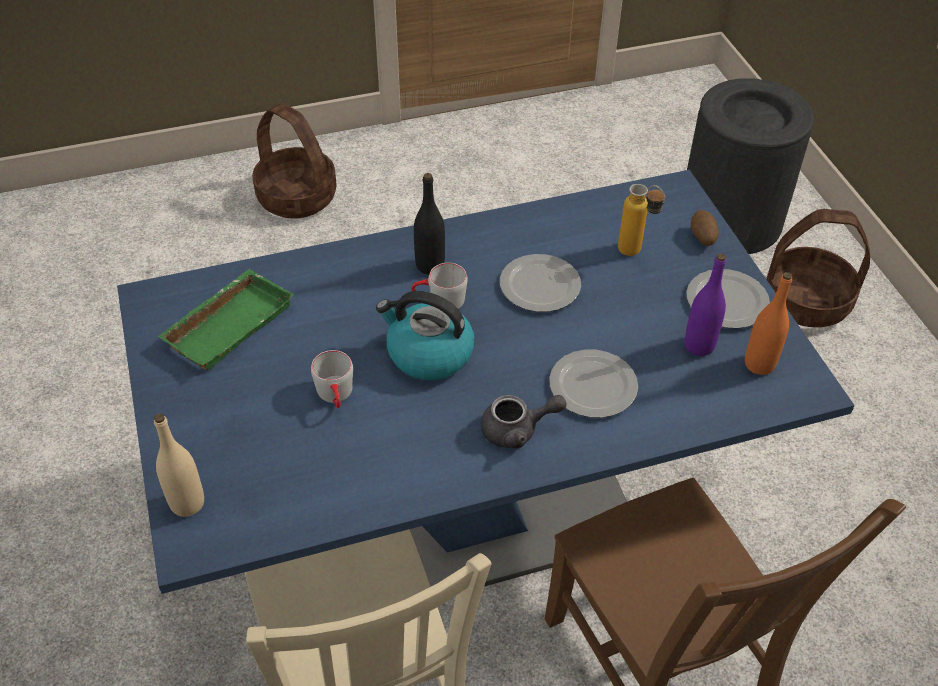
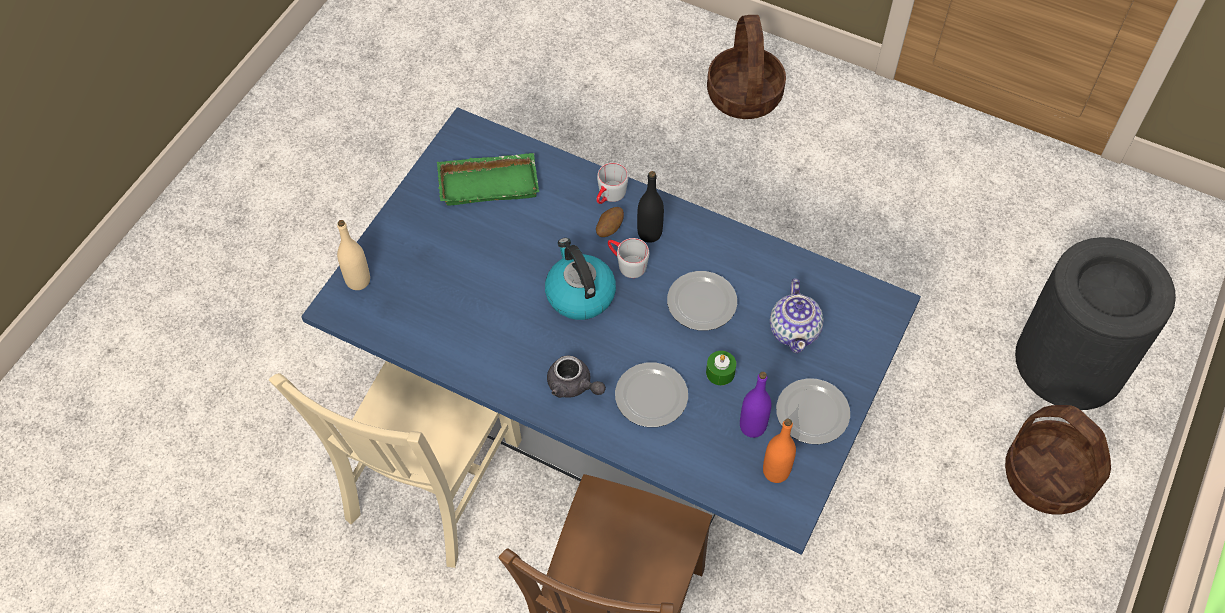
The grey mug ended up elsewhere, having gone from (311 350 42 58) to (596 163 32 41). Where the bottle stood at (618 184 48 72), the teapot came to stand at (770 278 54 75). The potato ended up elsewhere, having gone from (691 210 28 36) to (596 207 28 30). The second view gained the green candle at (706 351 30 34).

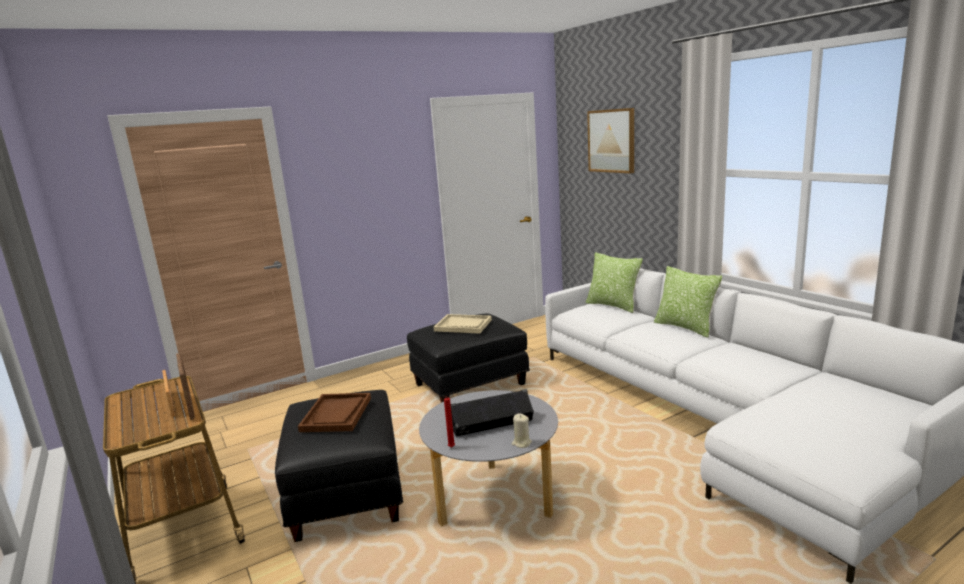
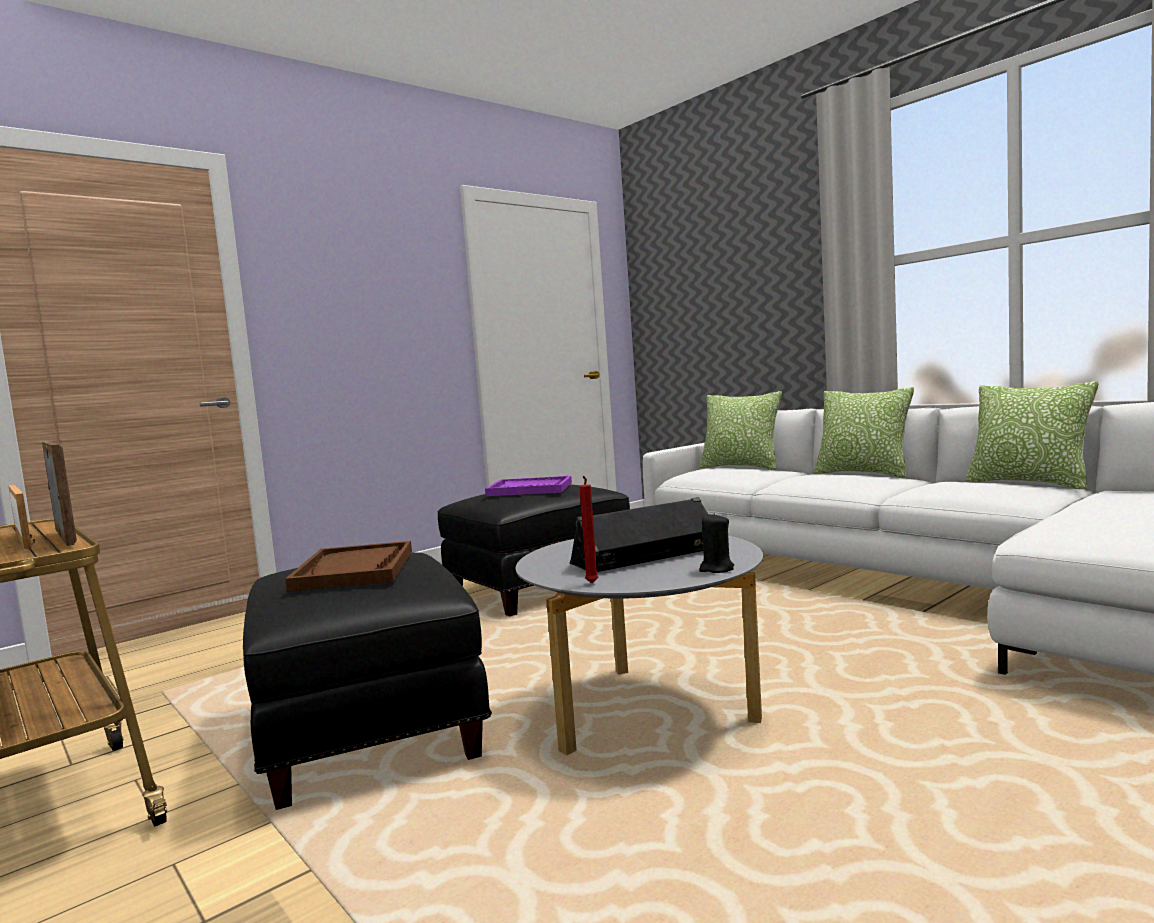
What was the beige tray at (434 314 58 20) turned into the purple tray at (485 476 87 20). What was the beige candle at (512 413 20 35) turned into the black candle at (699 512 35 61). The second view lost the picture at (587 108 47 65). The second view gained the pillow at (965 381 134 109).

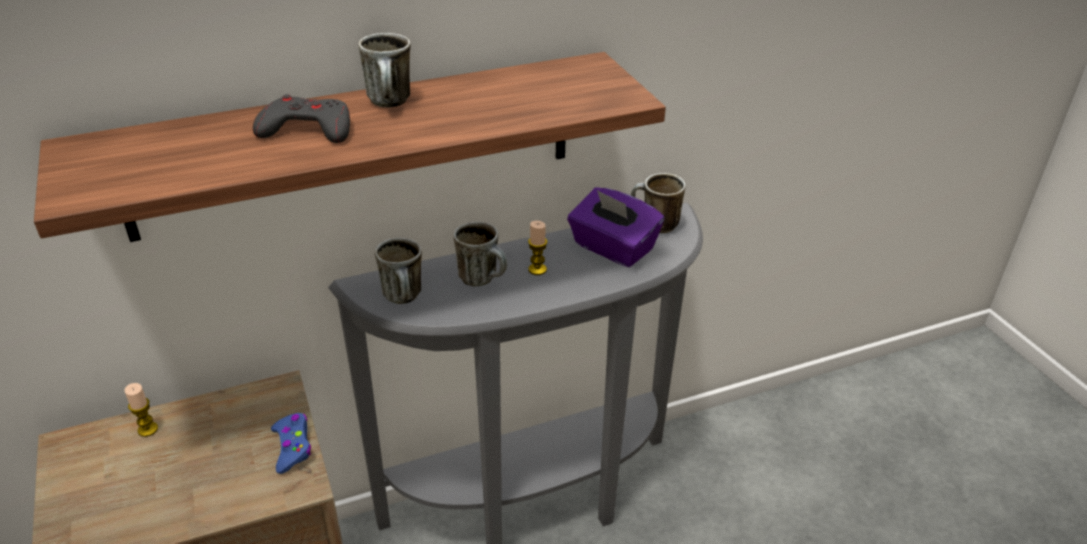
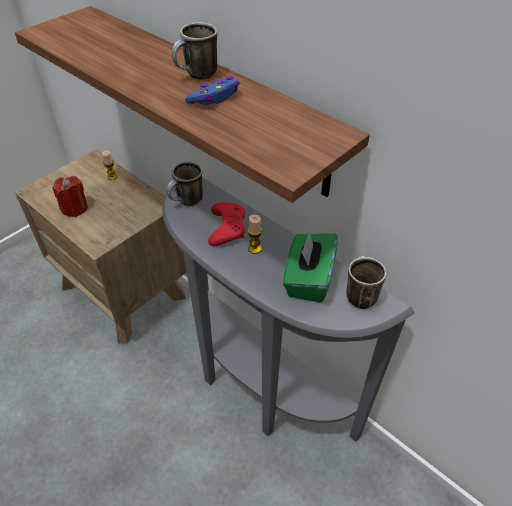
The second view lost the grey game controller at (253 94 97 49). The blue game controller ended up elsewhere, having gone from (271 413 40 61) to (185 76 55 29). Where the mug stood at (454 222 53 64), the red game controller came to stand at (208 202 37 44). What was the purple tissue box at (567 188 97 79) turned into the green tissue box at (283 231 55 72). The second view gained the red candle at (53 176 35 41).

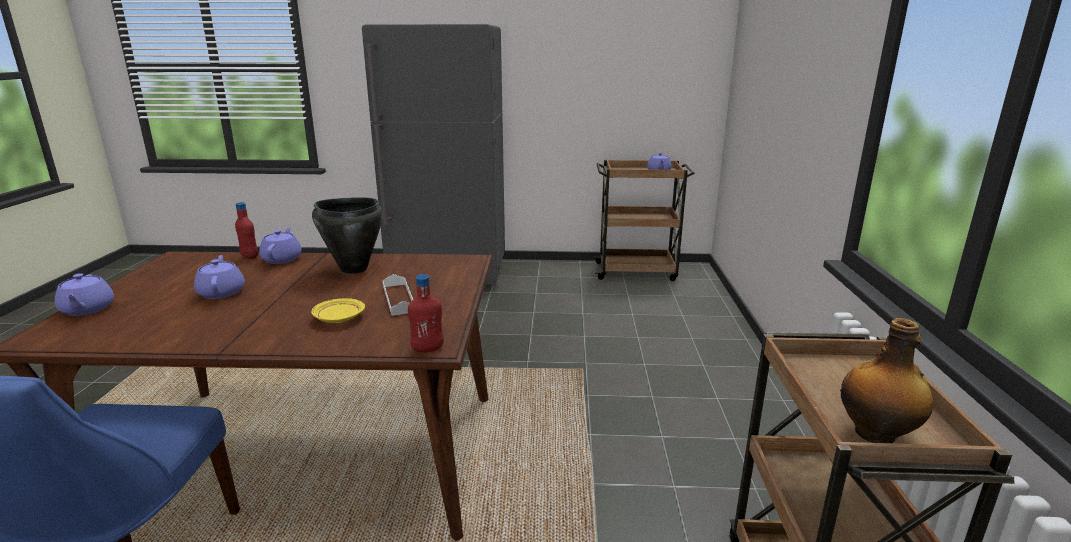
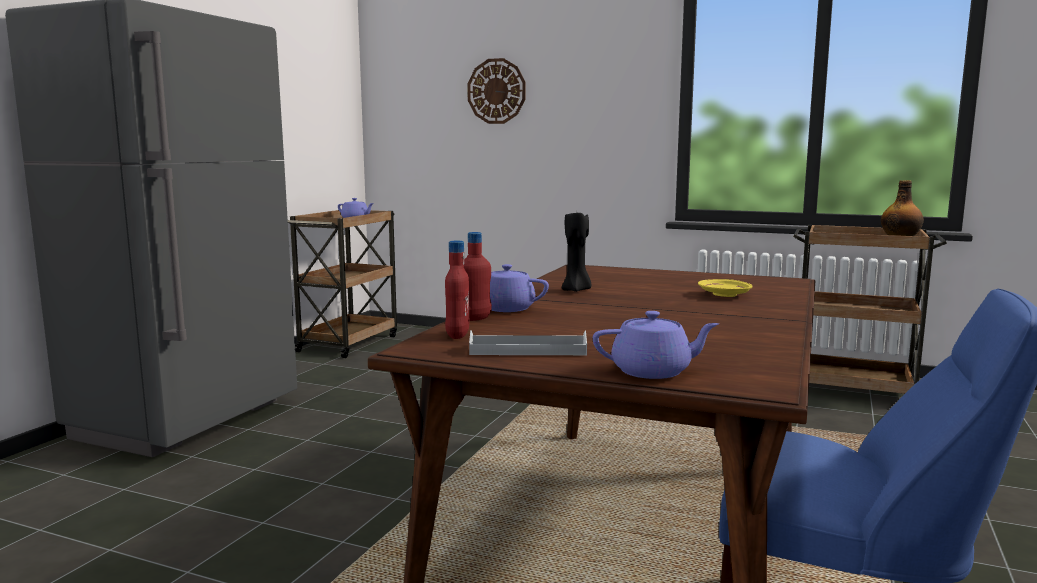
The second view lost the purple teapot at (194 255 51 44). Where the black cooking pot stood at (312 197 71 77), the black candle came to stand at (562 213 29 79). The white tray ended up elsewhere, having gone from (383 274 30 42) to (469 330 118 25). The red bottle ended up elsewhere, having gone from (408 274 36 79) to (445 241 24 98). The second view gained the wall clock at (467 58 58 66).

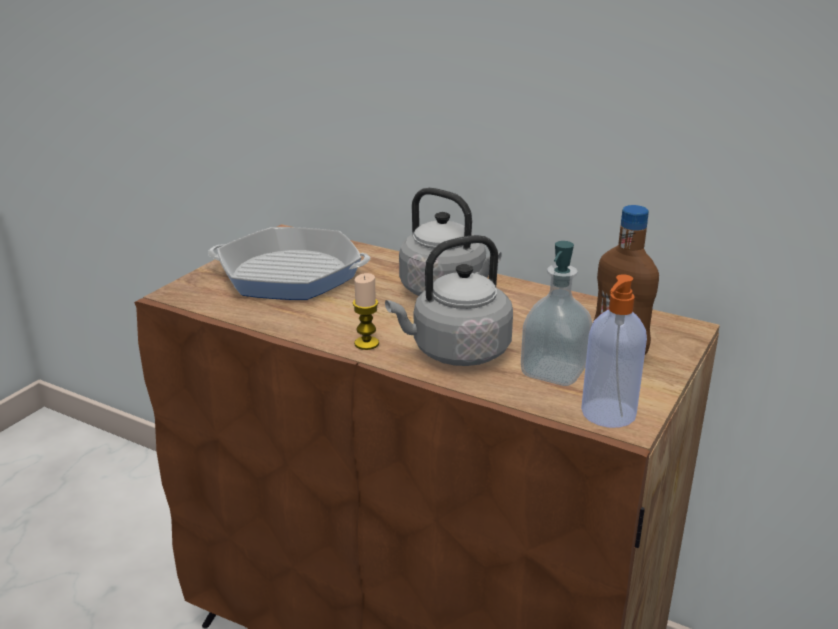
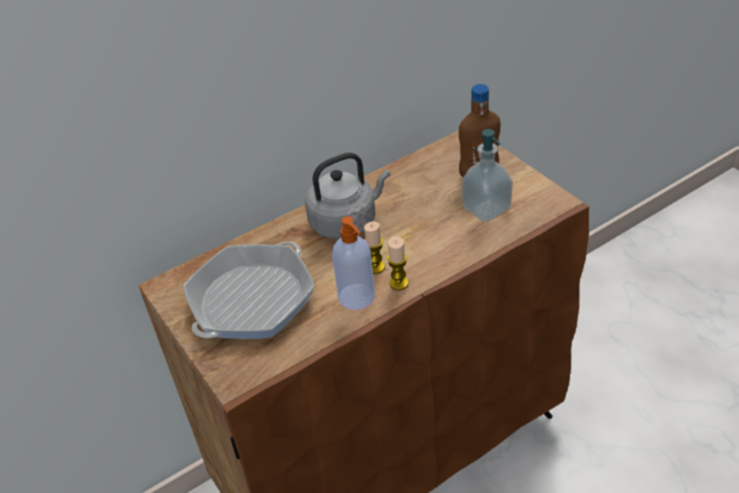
The second view lost the grey kettle at (385 235 128 131). The soap dispenser ended up elsewhere, having gone from (581 274 66 154) to (332 216 43 94). The second view gained the candle at (364 222 21 52).

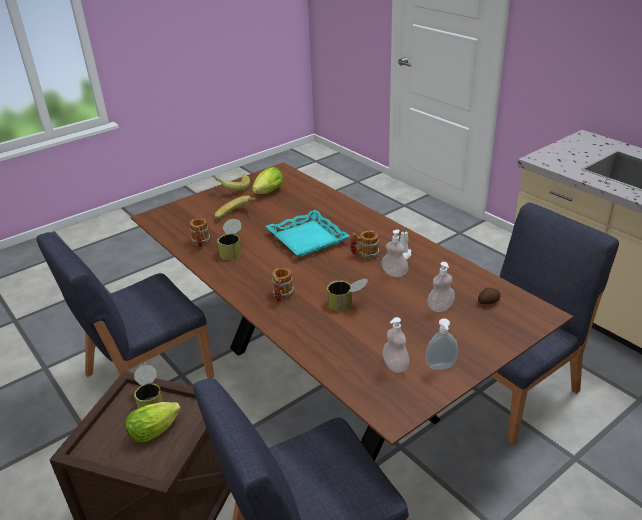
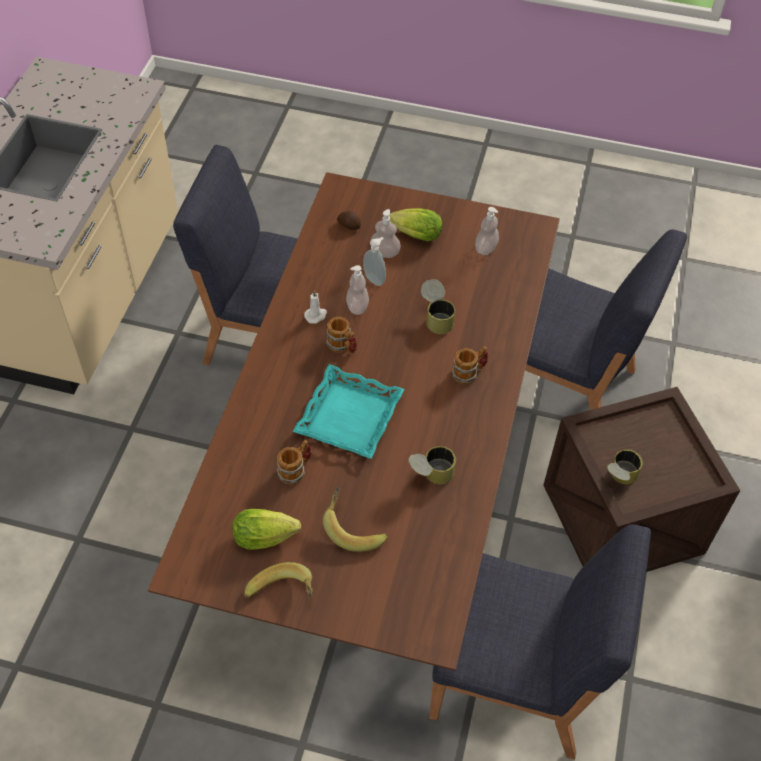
The lettuce ended up elsewhere, having gone from (125 402 56 41) to (389 208 53 33). The mug ended up elsewhere, having gone from (190 218 20 30) to (277 440 34 45). The soap dispenser ended up elsewhere, having gone from (426 318 32 52) to (363 237 23 49).

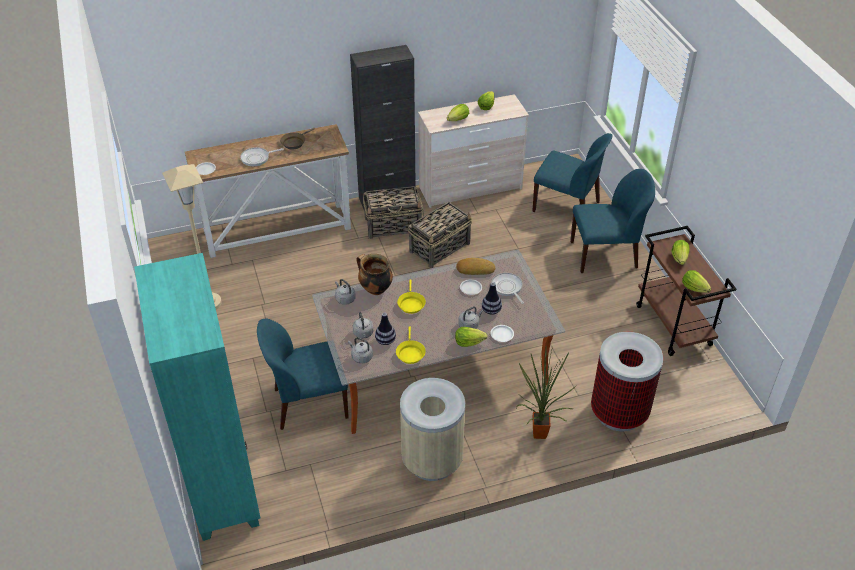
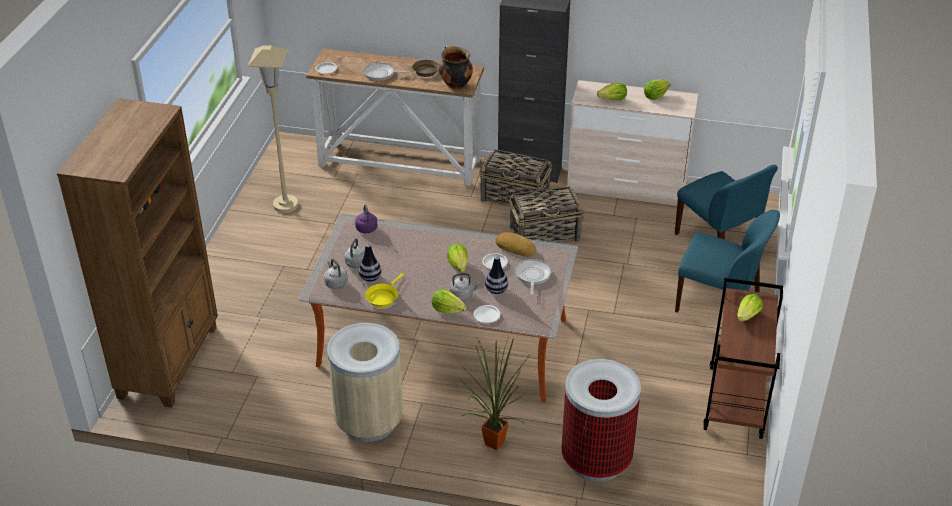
What was the turquoise bookcase at (134 253 126 288) turned into the brown bookcase at (57 98 161 310). The second view lost the blue chair at (257 318 92 112). What was the grey kettle at (335 279 21 26) turned into the purple kettle at (355 204 23 29). The cooking pot ended up elsewhere, having gone from (356 254 37 41) to (439 45 34 45). The second view lost the yellow frying pan at (397 279 29 35). The lettuce ended up elsewhere, having gone from (682 270 29 23) to (447 244 21 28).

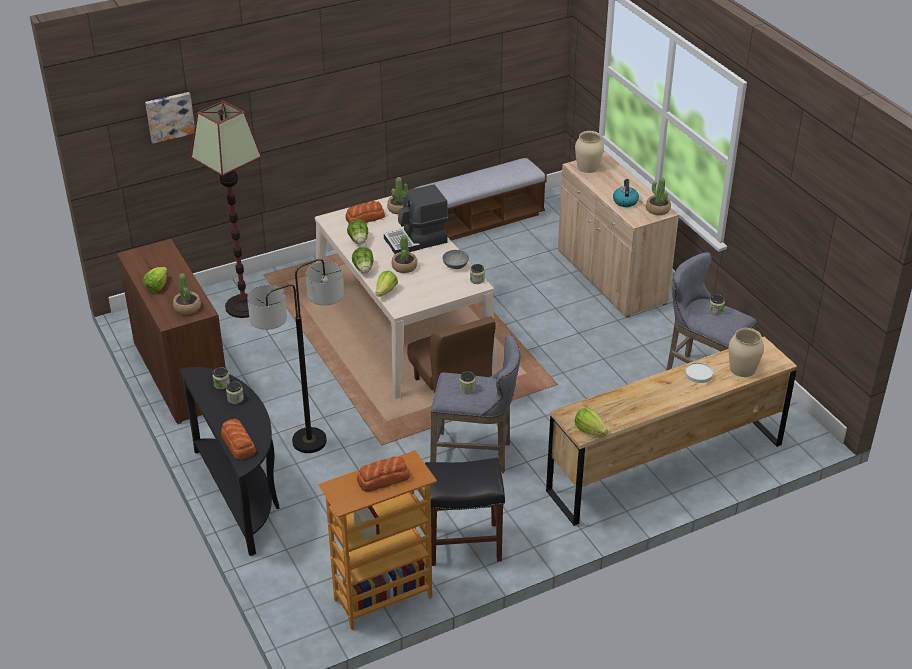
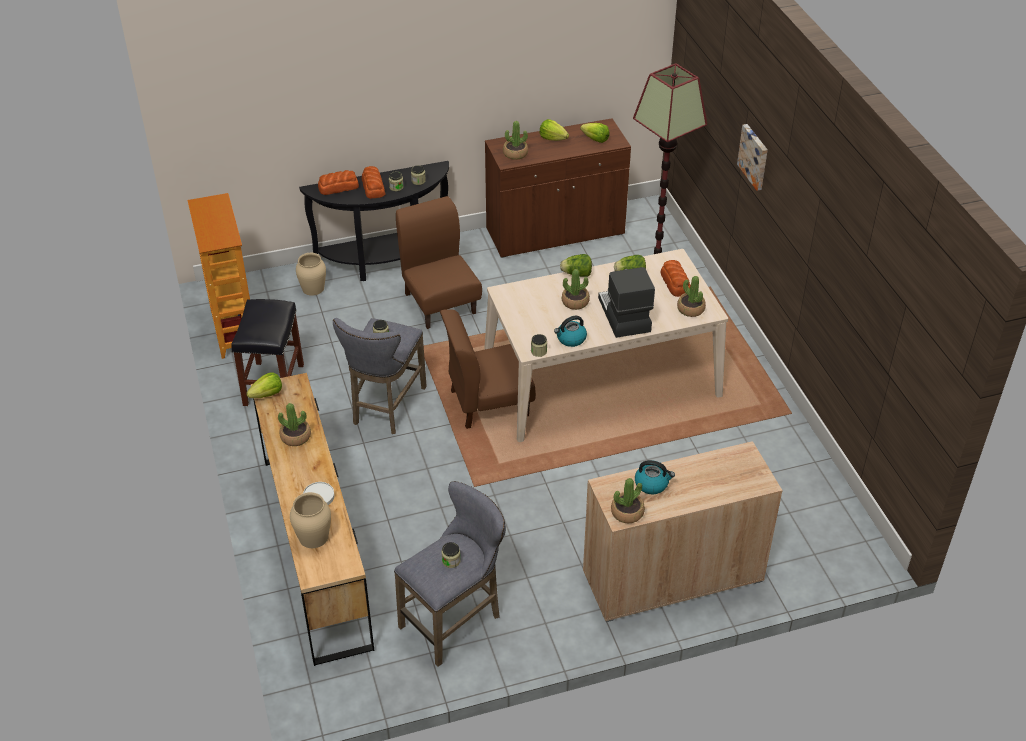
The picture ended up elsewhere, having gone from (145 92 50 52) to (737 124 31 67). Where the floor lamp stood at (247 259 97 194), the brown chair came to stand at (396 196 86 133). The bread ended up elsewhere, having gone from (357 457 53 35) to (362 166 23 33). The lettuce ended up elsewhere, having gone from (376 271 22 26) to (580 123 29 20). The second view lost the bench at (410 157 137 84). Where the grey bowl stood at (442 250 27 19), the kettle came to stand at (554 316 33 31). The beige vase ended up elsewhere, having gone from (575 131 29 42) to (296 253 30 43). The second view gained the potted plant at (278 403 33 43).

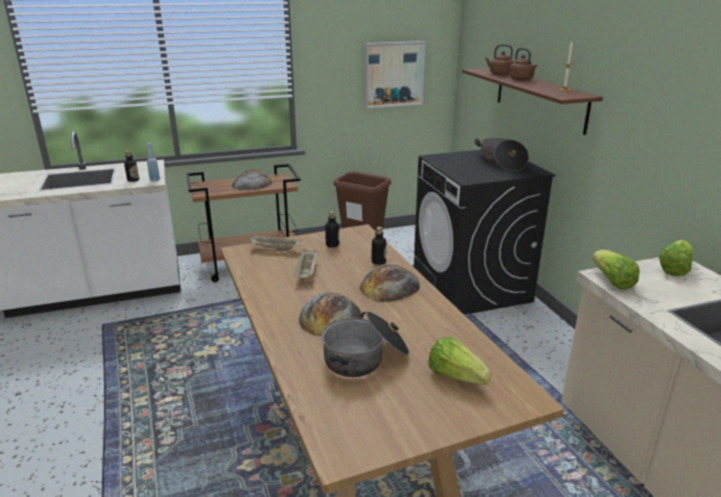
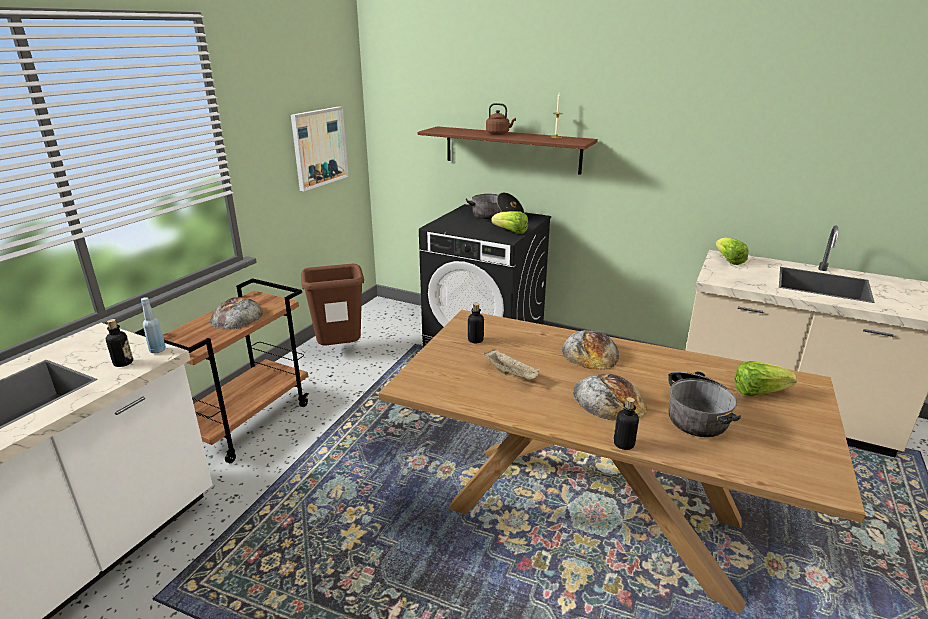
The second view lost the beige tray at (249 235 52 16). The bottle ended up elsewhere, having gone from (372 227 14 38) to (614 397 25 53). The second view lost the brown kettle at (485 44 29 32). The lettuce ended up elsewhere, having gone from (592 250 48 40) to (491 211 37 23).

